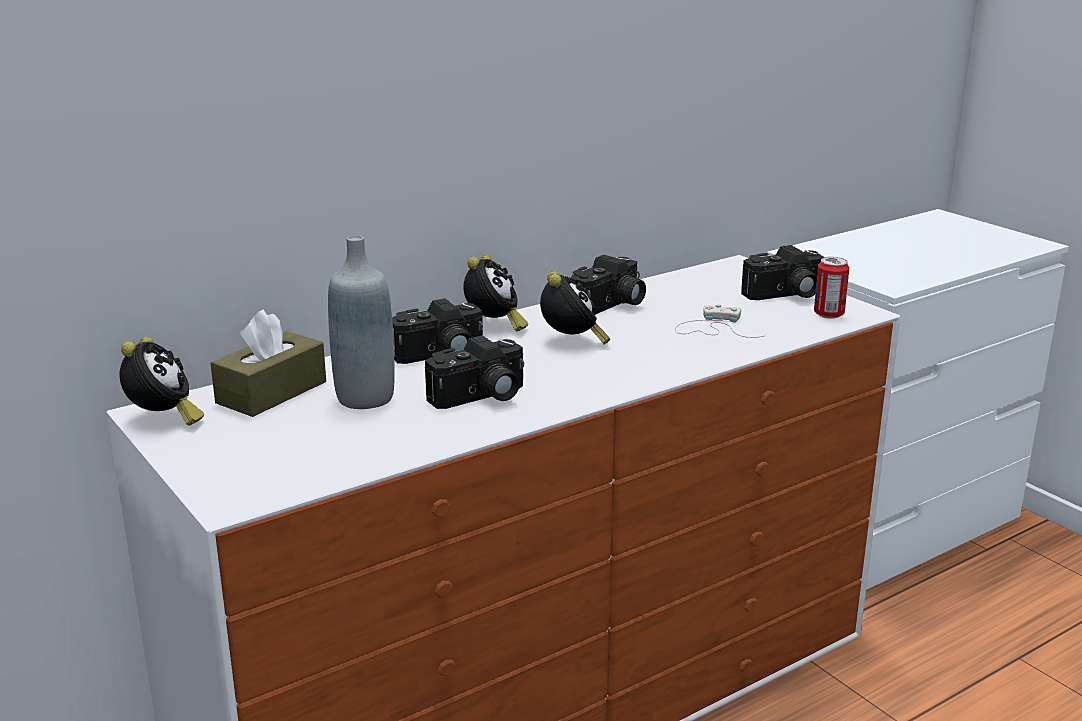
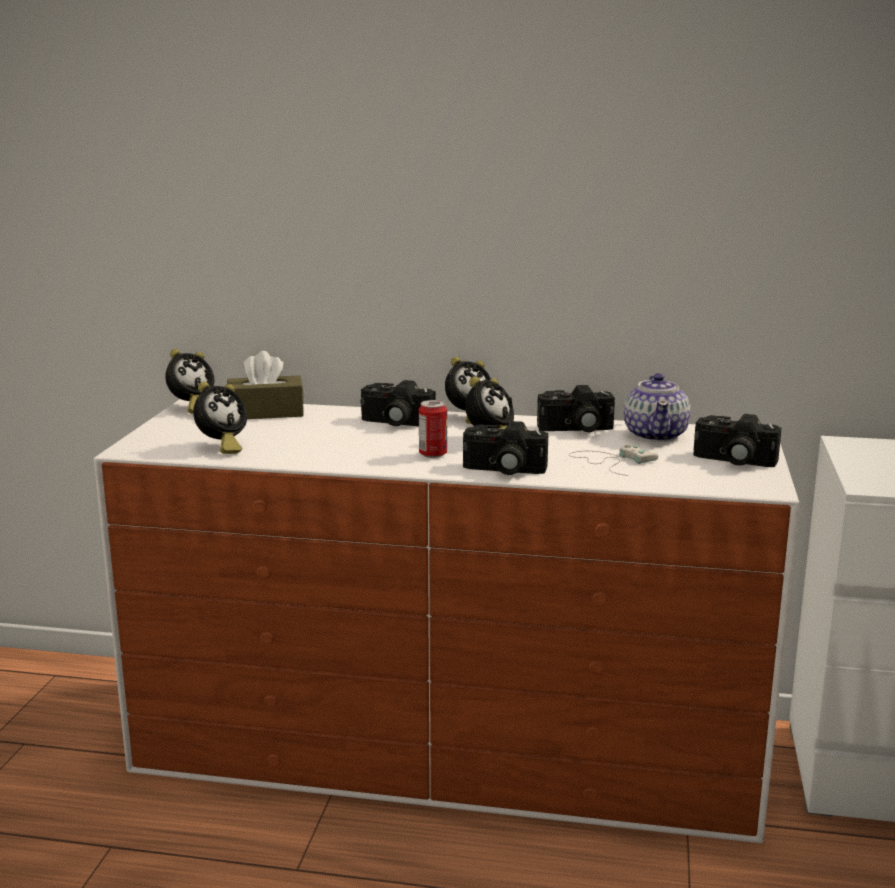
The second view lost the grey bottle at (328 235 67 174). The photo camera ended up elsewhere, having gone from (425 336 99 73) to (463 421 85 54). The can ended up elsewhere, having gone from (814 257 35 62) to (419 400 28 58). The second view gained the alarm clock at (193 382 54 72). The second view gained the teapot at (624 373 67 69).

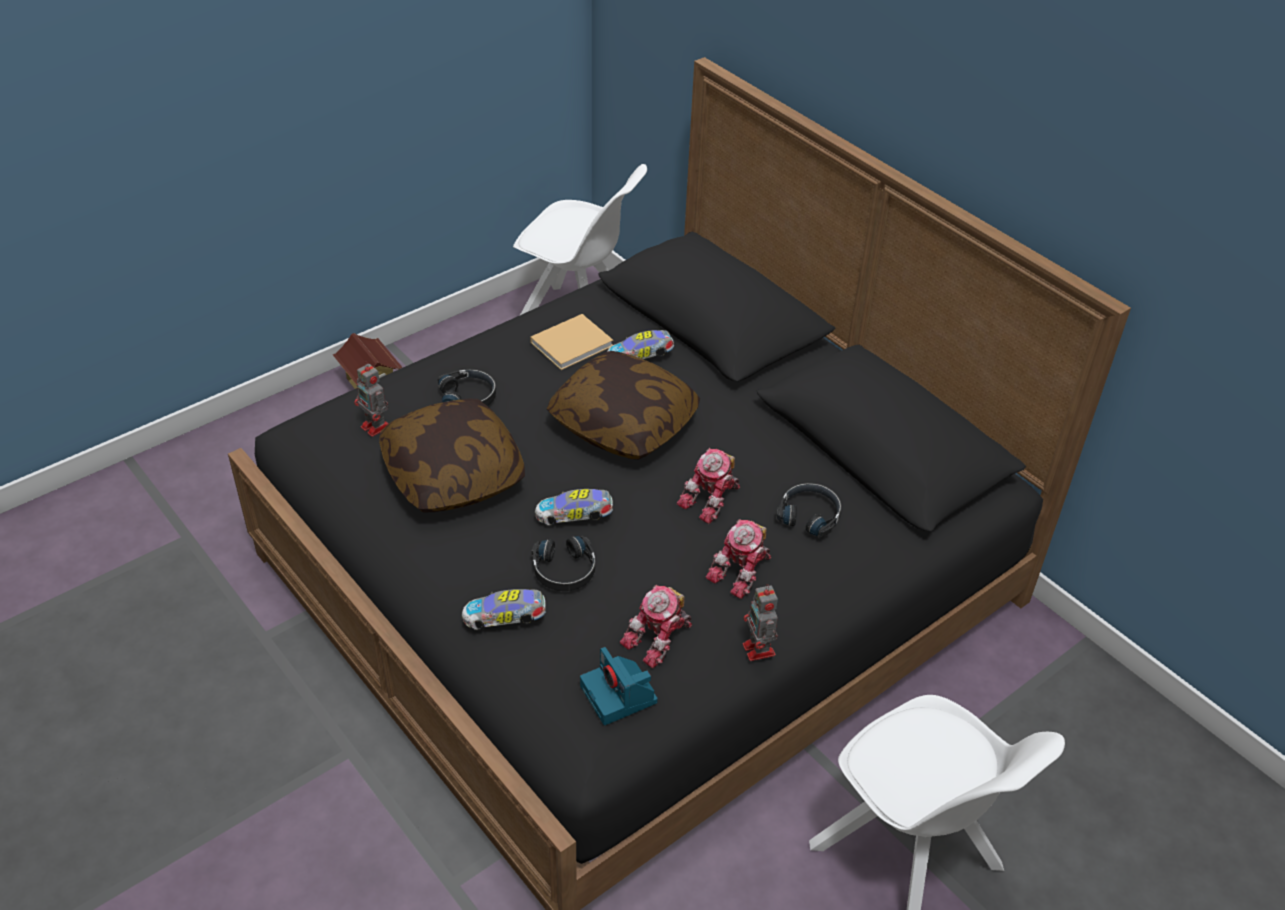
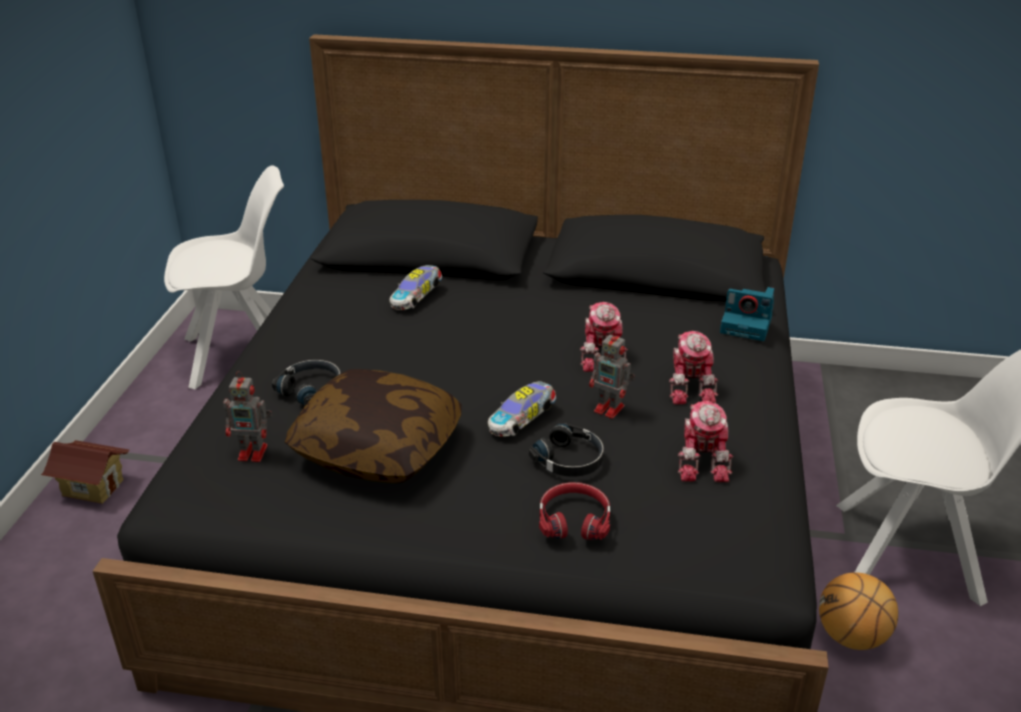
Where the toy car stood at (462 589 84 41), the red headphones came to stand at (539 482 71 58). The second view lost the beige book at (530 314 83 56). The second view lost the pillow at (547 351 153 109). The photo camera ended up elsewhere, having gone from (580 647 78 78) to (720 287 54 54). The toy robot ended up elsewhere, having gone from (743 584 35 77) to (589 330 46 89). The second view lost the black headphones at (776 483 65 54). The second view gained the basketball at (819 572 79 78).

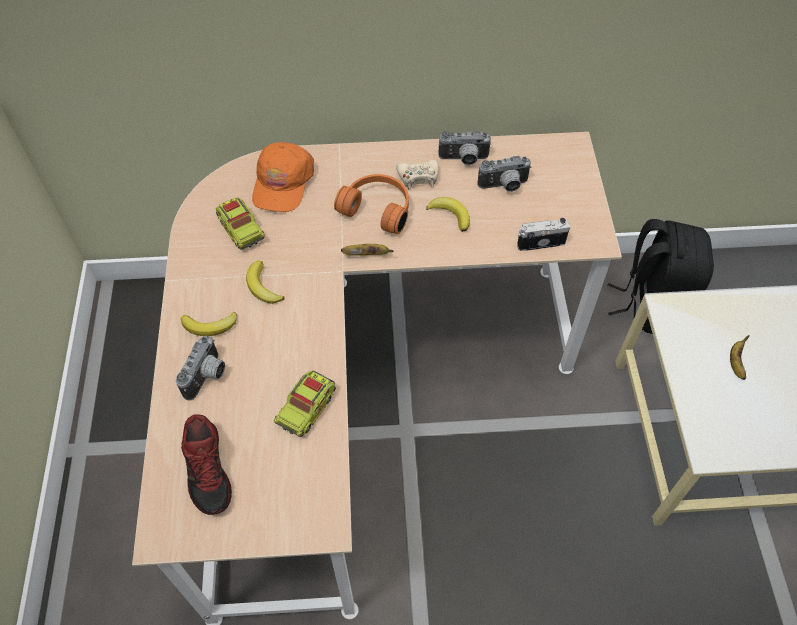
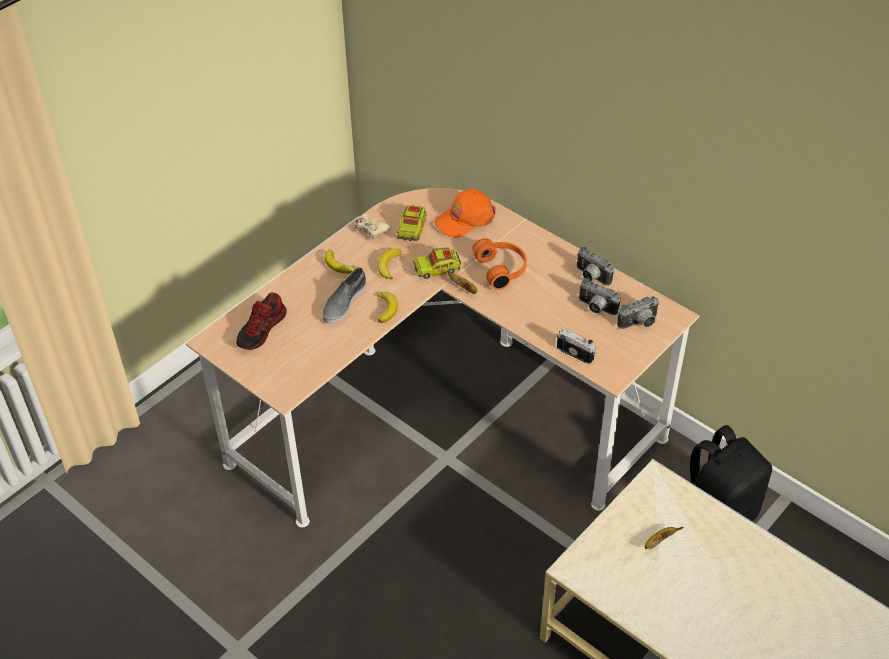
The photo camera ended up elsewhere, having gone from (176 336 49 65) to (617 296 42 33). The toy truck ended up elsewhere, having gone from (274 371 62 66) to (413 247 48 32). The beige game controller ended up elsewhere, having gone from (396 160 43 29) to (355 213 36 27). The banana ended up elsewhere, having gone from (426 197 44 35) to (377 292 21 31). The second view gained the grey shoe at (322 267 44 57).

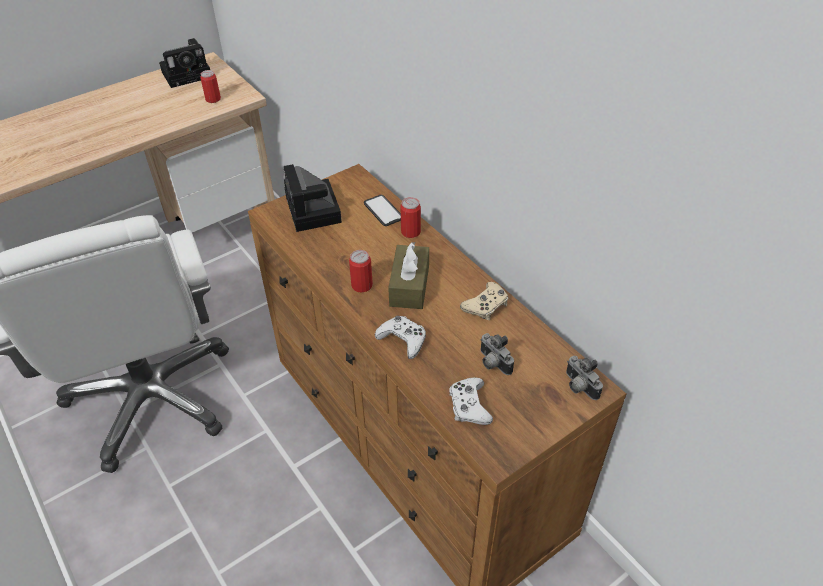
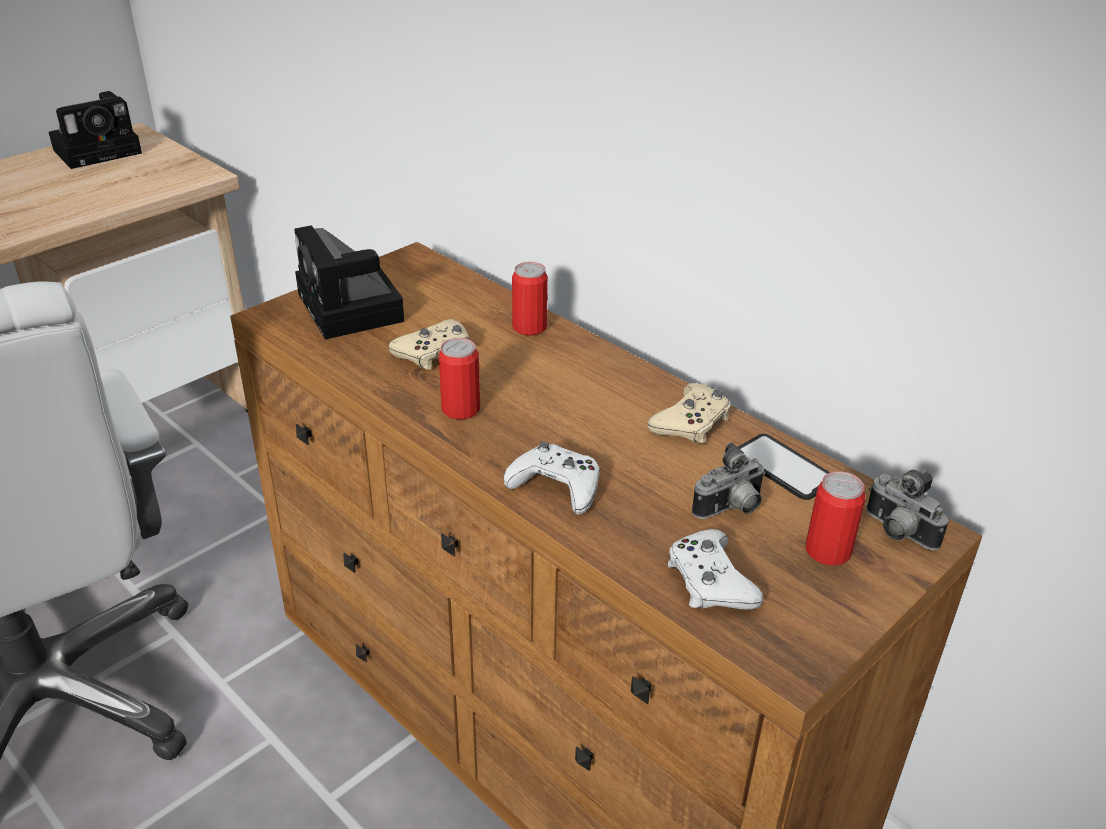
The can ended up elsewhere, having gone from (200 70 21 33) to (805 471 60 95). The phone ended up elsewhere, having gone from (364 195 37 31) to (738 434 92 66). The second view lost the brown tissue box at (388 242 41 67). The photo camera at (480 333 34 42) ended up facing another way, 75 degrees counterclockwise from before. The second view gained the beige game controller at (388 319 82 51).

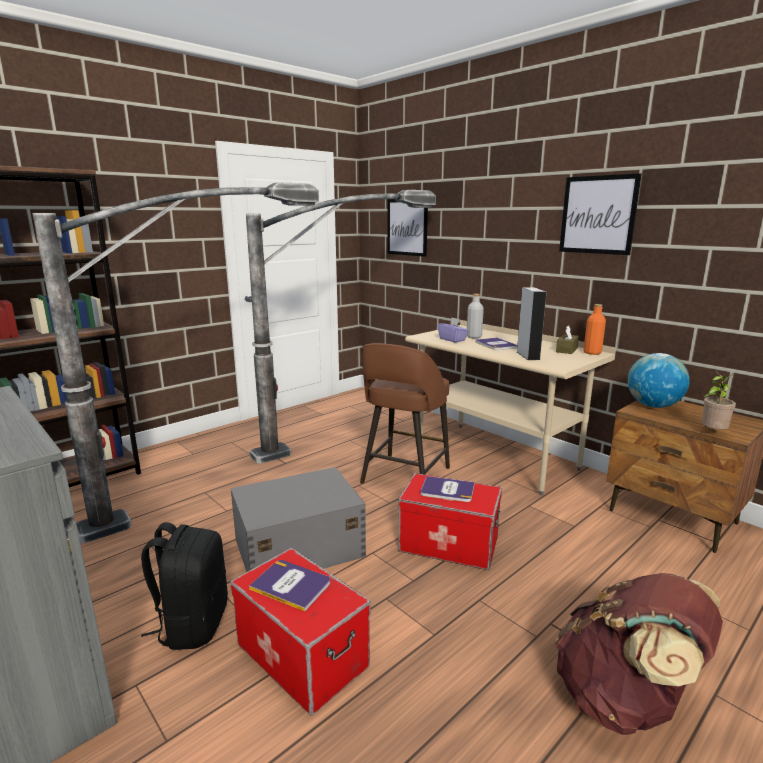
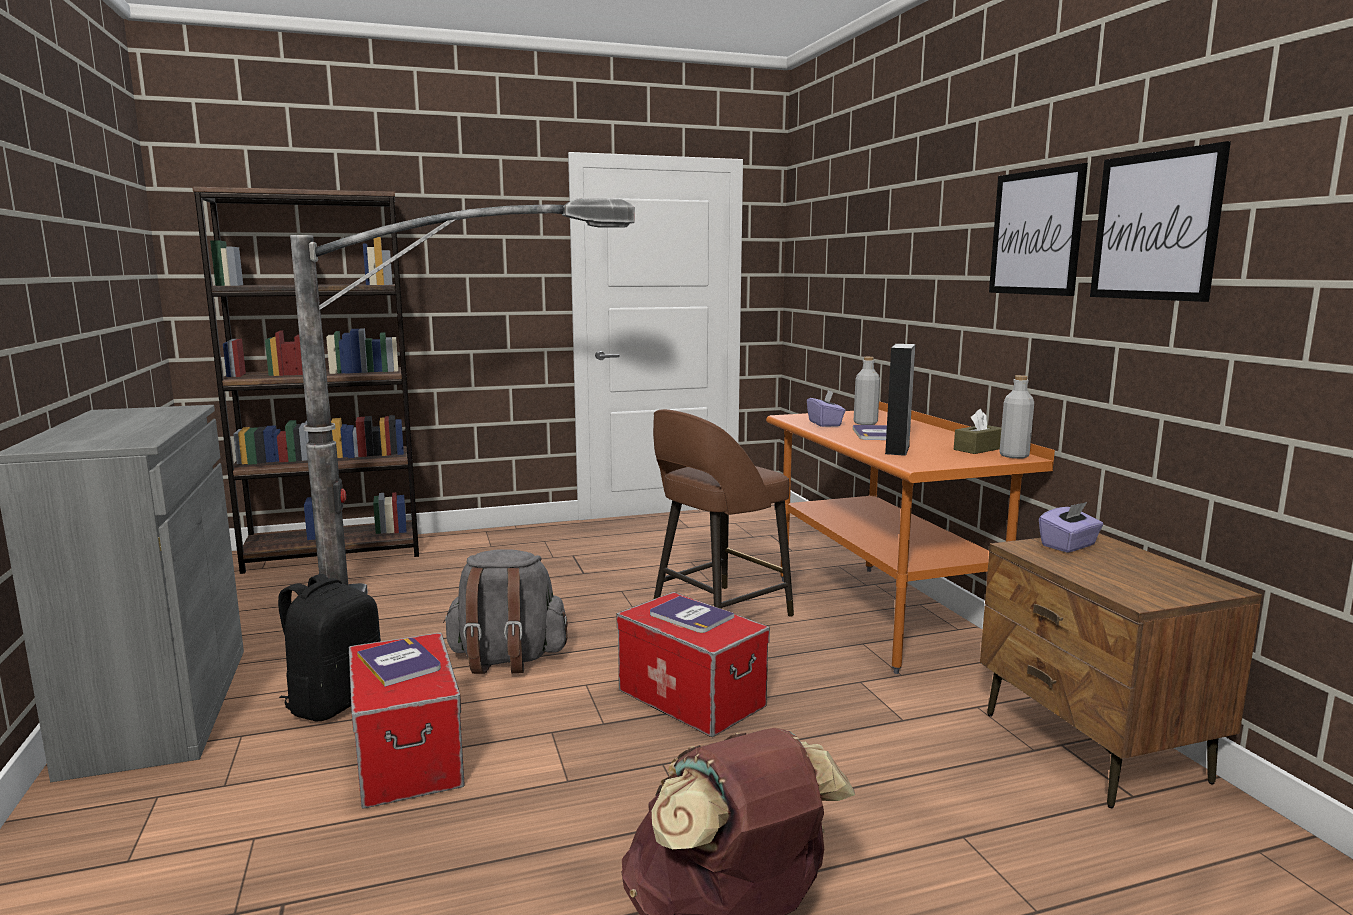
Where the grey storage box stood at (231 467 135 105), the grey backpack came to stand at (443 549 125 125). The second view lost the floor lamp at (246 190 190 273). The picture ended up elsewhere, having gone from (387 199 41 58) to (1090 141 141 161). What was the beige desk at (405 320 211 175) turned into the orange desk at (766 401 289 273). What was the orange bottle at (583 304 23 51) turned into the grey bottle at (999 375 35 84). Where the globe stood at (628 353 62 55), the purple tissue box came to stand at (1039 502 65 51). The second view lost the potted plant at (702 373 34 57).

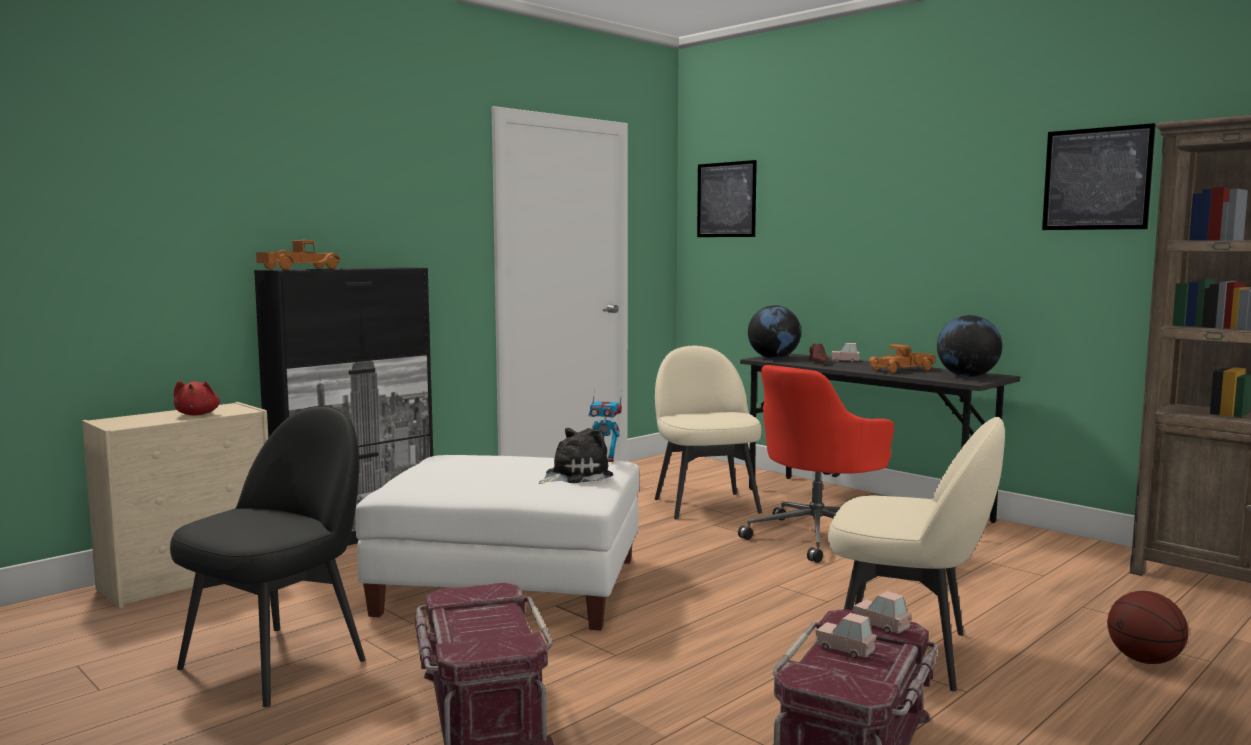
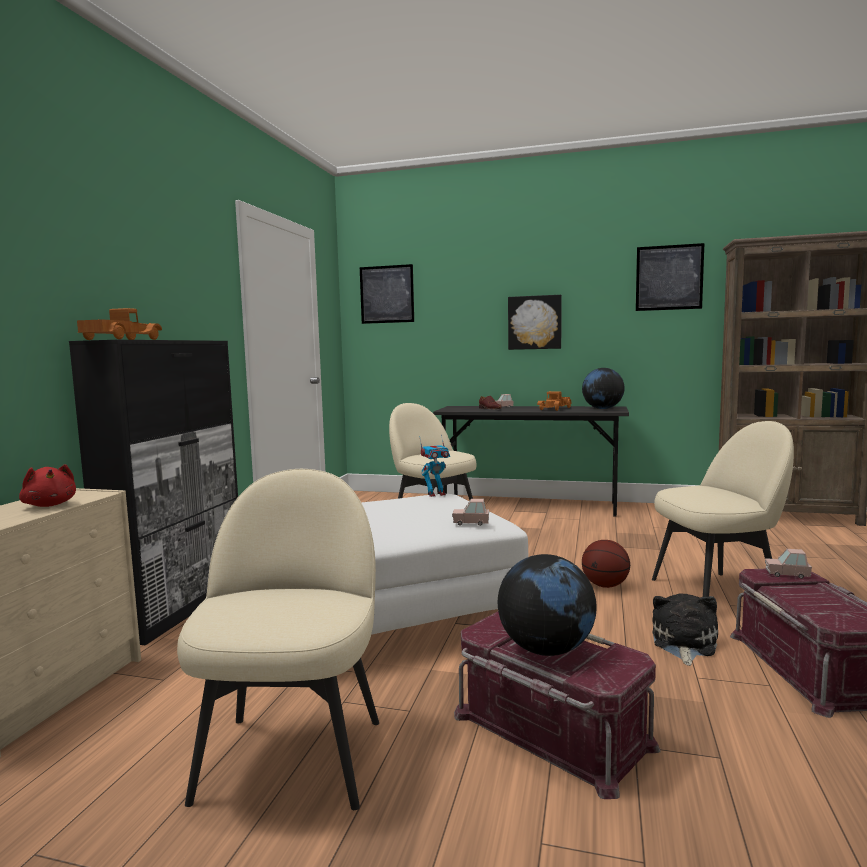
What was the black chair at (170 406 196 301) turned into the beige chair at (177 469 202 341). The plush toy ended up elsewhere, having gone from (538 428 75 56) to (652 593 66 73). The second view lost the red office chair at (738 365 156 198). The globe ended up elsewhere, having gone from (748 305 53 54) to (498 554 99 102). The pink toy car ended up elsewhere, having gone from (816 613 61 45) to (452 499 37 27). The basketball ended up elsewhere, having gone from (1107 591 81 73) to (582 540 48 48). The second view gained the picture at (508 295 54 55).

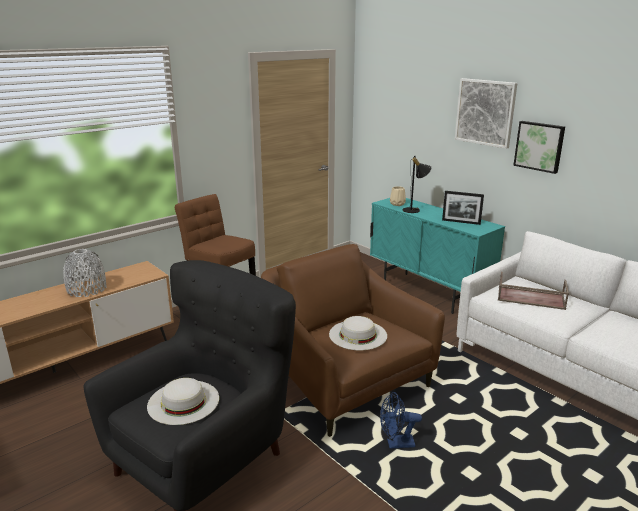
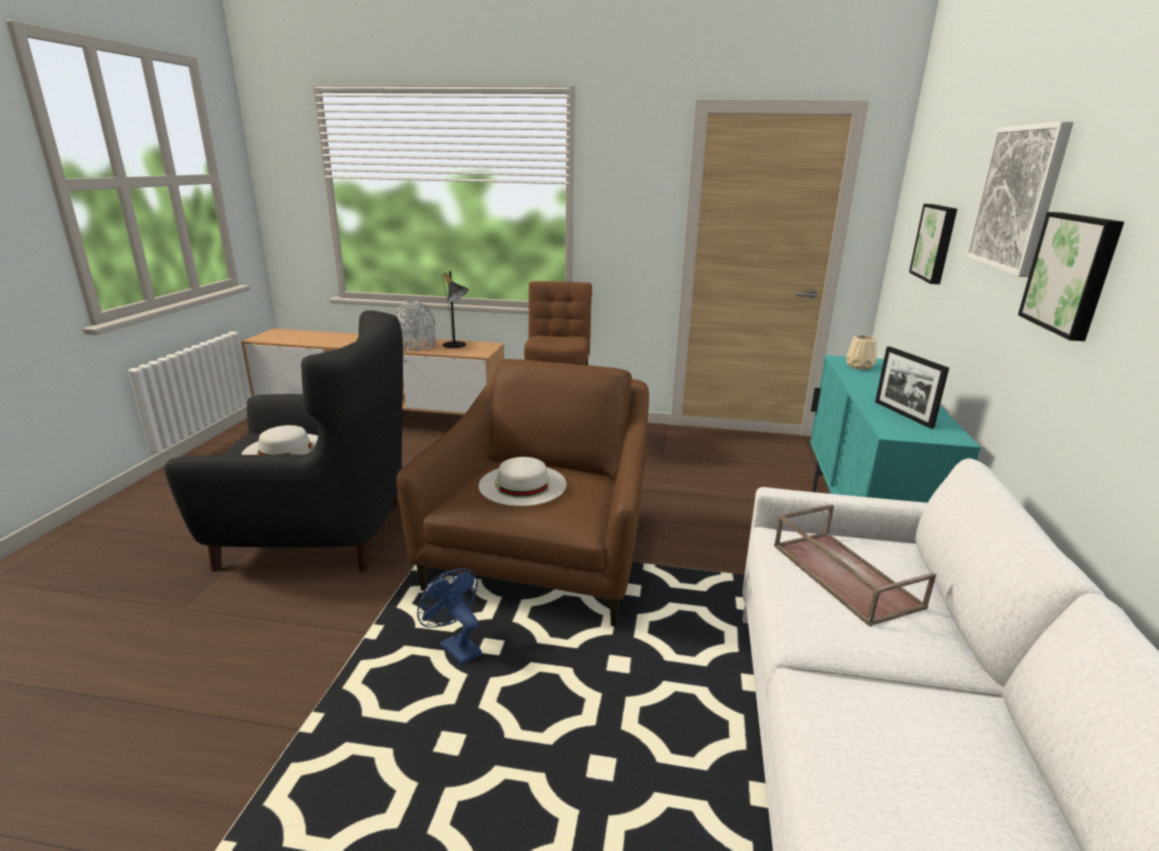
The black table lamp ended up elsewhere, having gone from (403 156 28 57) to (442 271 27 77). The second view gained the picture at (909 204 48 80).

